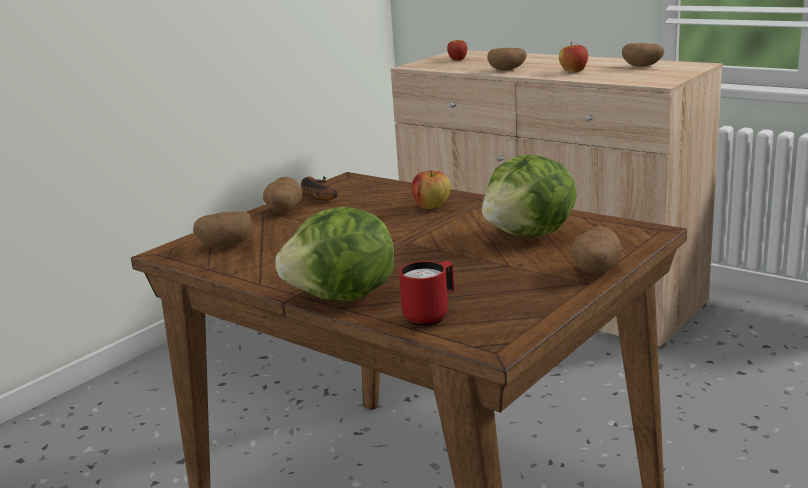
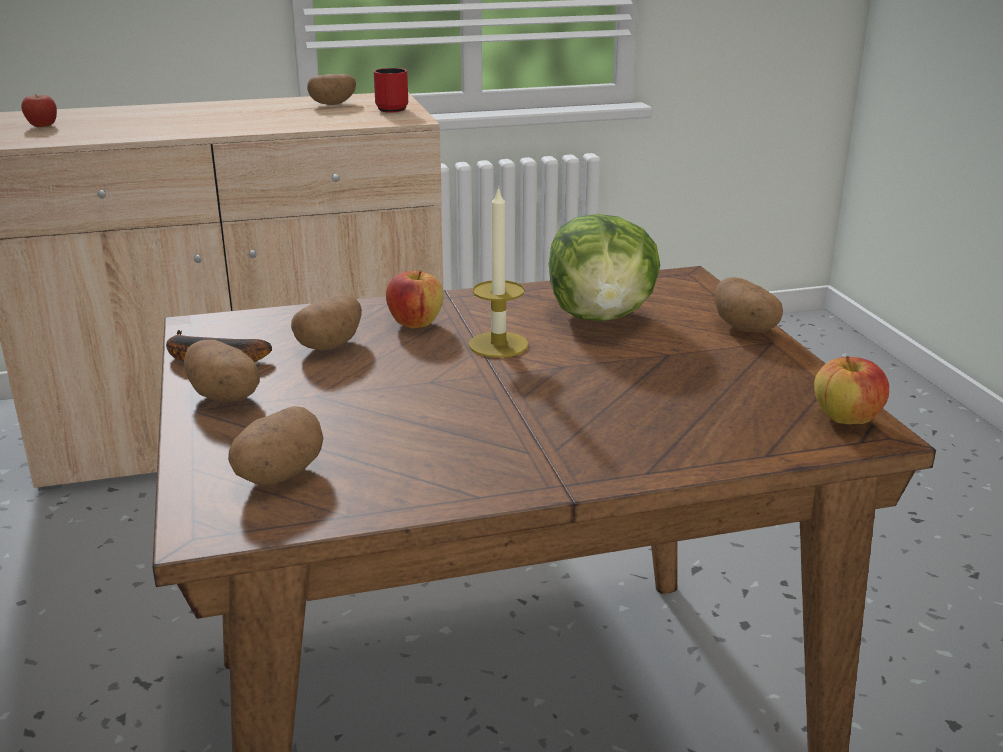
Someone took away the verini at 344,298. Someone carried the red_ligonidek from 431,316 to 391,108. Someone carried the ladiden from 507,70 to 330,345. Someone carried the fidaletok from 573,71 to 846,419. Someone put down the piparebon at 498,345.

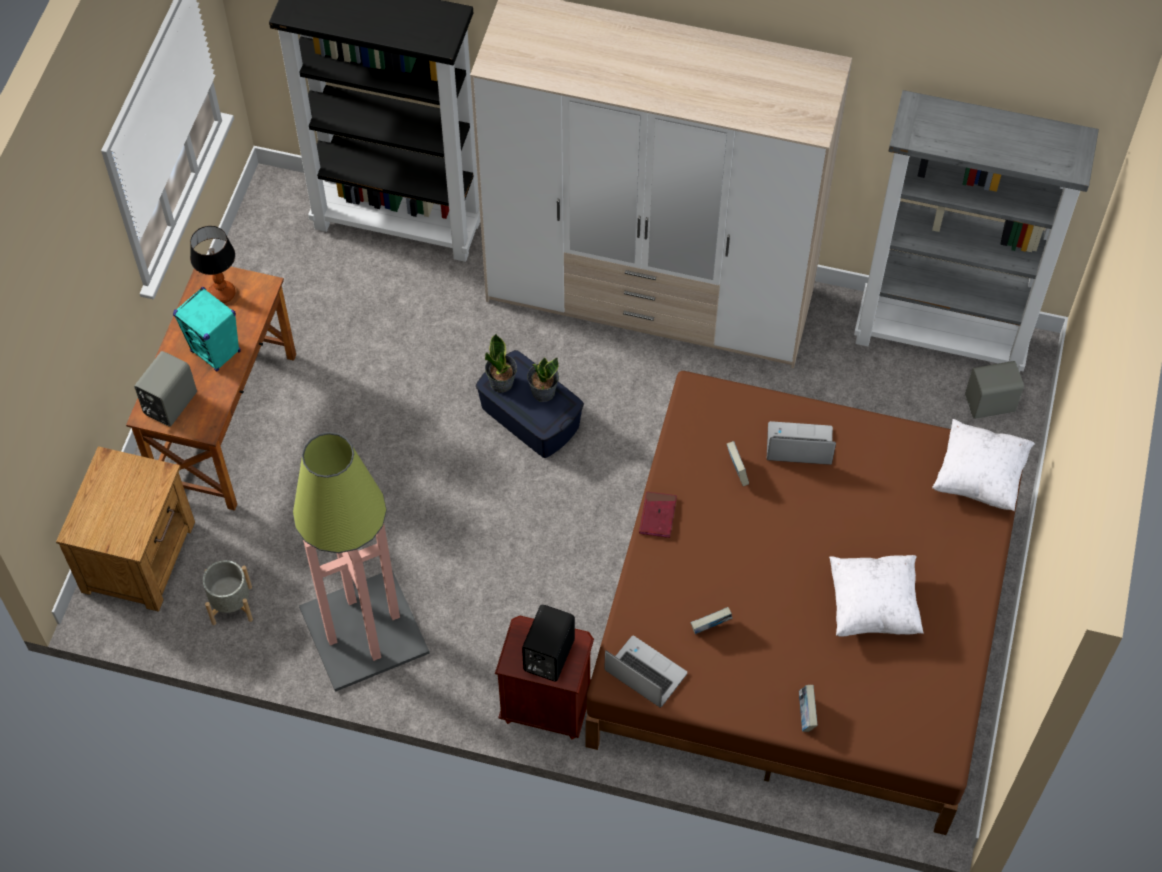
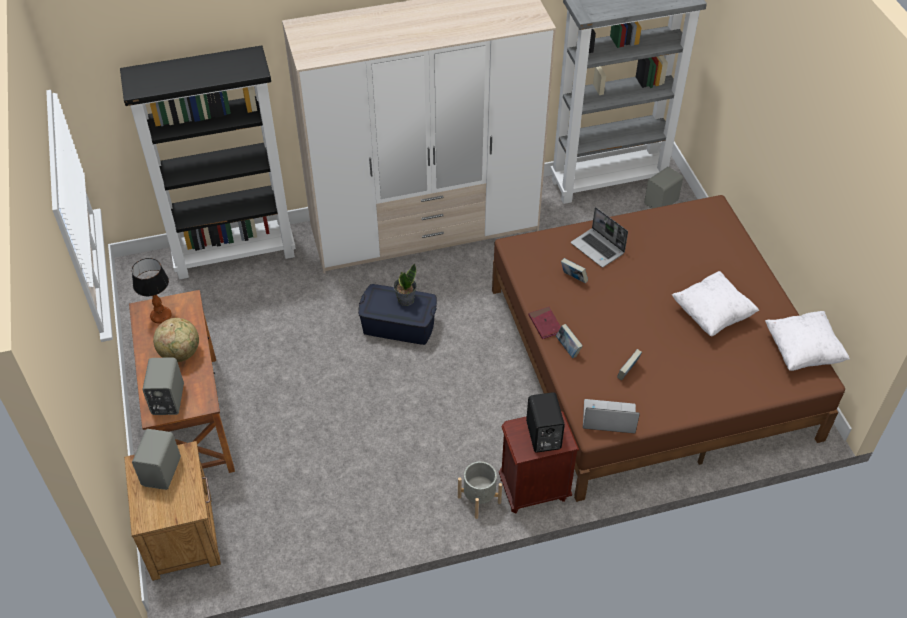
Someone swapped the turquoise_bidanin at 216,352 for the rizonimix at 180,353. Someone carried the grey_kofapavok from 232,605 to 479,500. Someone took away the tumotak at 362,630. Someone took away the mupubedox at 502,383. Someone rotated the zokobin at 798,445 by 105 degrees counterclockwise. Someone carried the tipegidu from 806,715 to 568,348. Someone carried the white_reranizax from 979,477 to 802,351. Someone put down the grey_bidanin at 163,471.

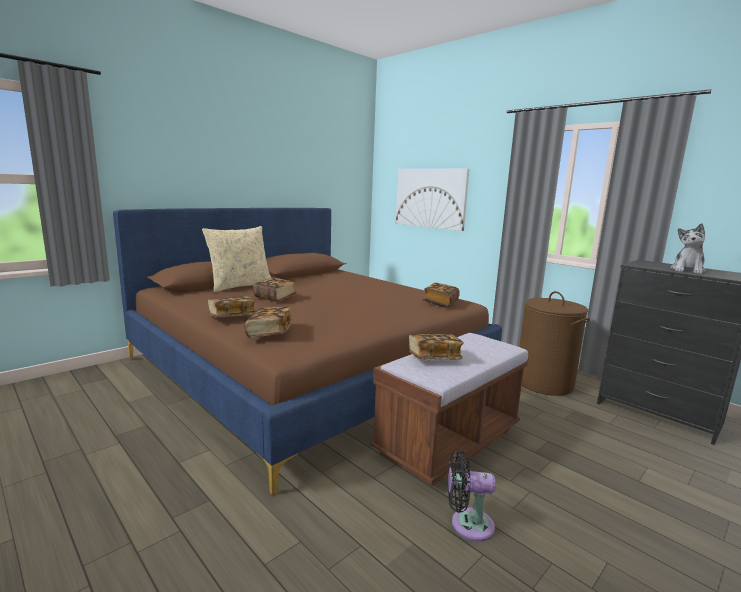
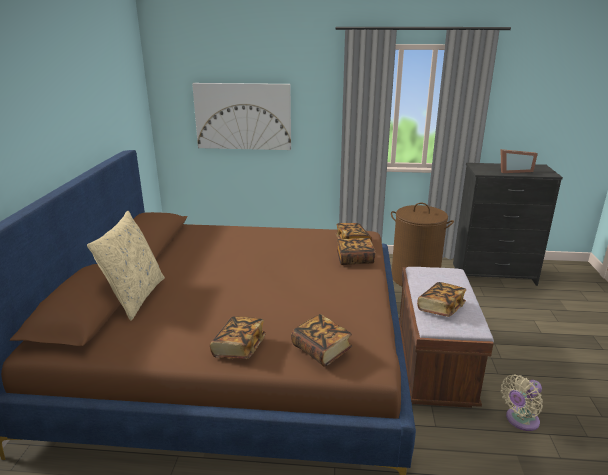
Someone carried the tipegidu from 275,298 to 355,259. Someone repainted the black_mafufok at 467,524, which became the beige_mafufok at 520,420. Someone swapped the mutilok at 687,270 for the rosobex at 513,171.

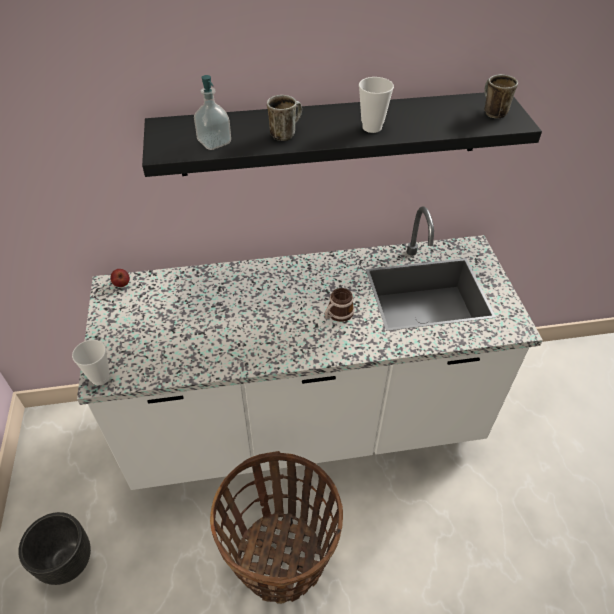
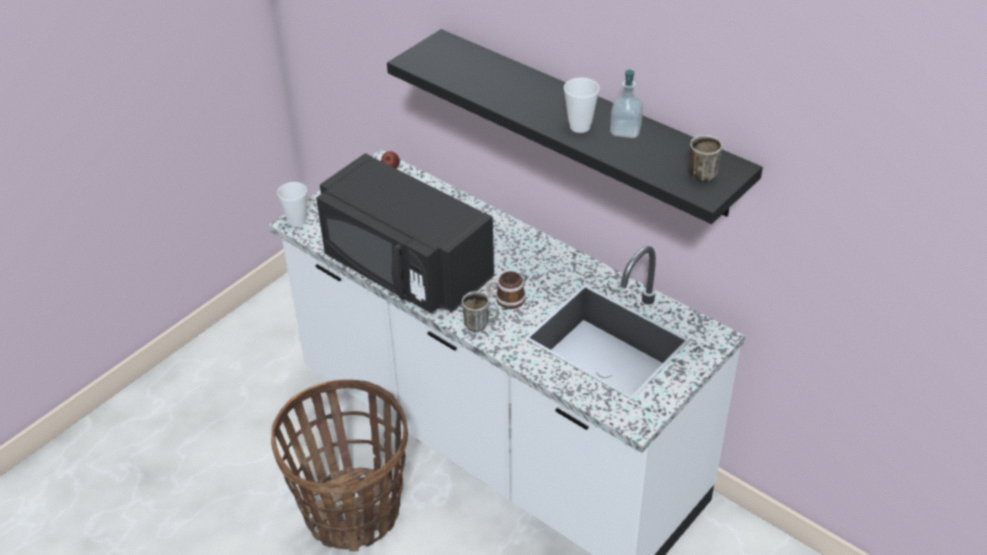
Someone took away the black_kofapavok at 67,561. Someone carried the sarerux from 214,142 to 625,131. Someone carried the ligonidek from 285,133 to 480,324. Someone put down the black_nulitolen at 405,268.

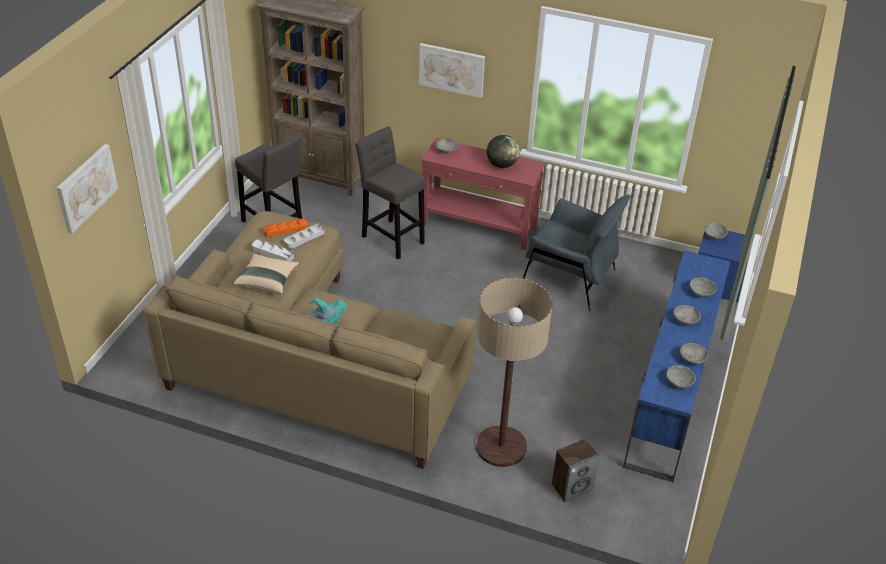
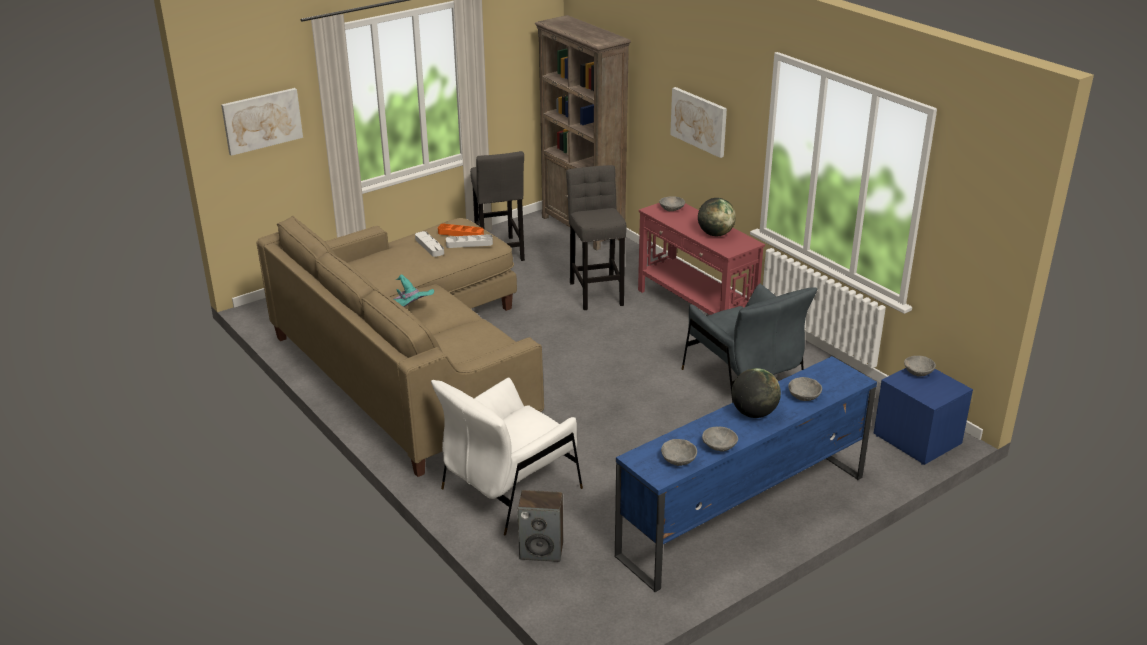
Someone took away the beige_reranizax at 267,281. Someone swapped the tumotak at 501,447 for the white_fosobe at 510,489. Someone swapped the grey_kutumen at 685,321 for the rizonimix at 754,413.

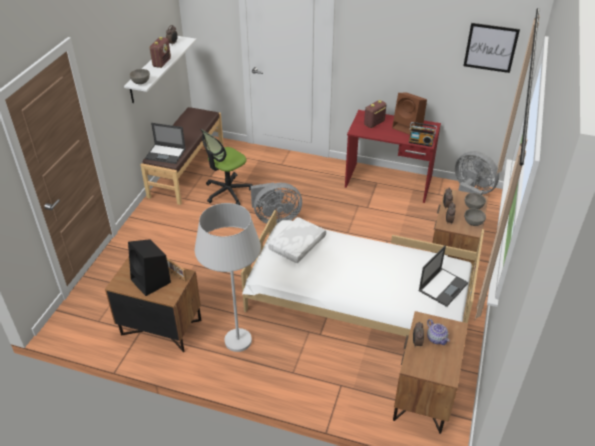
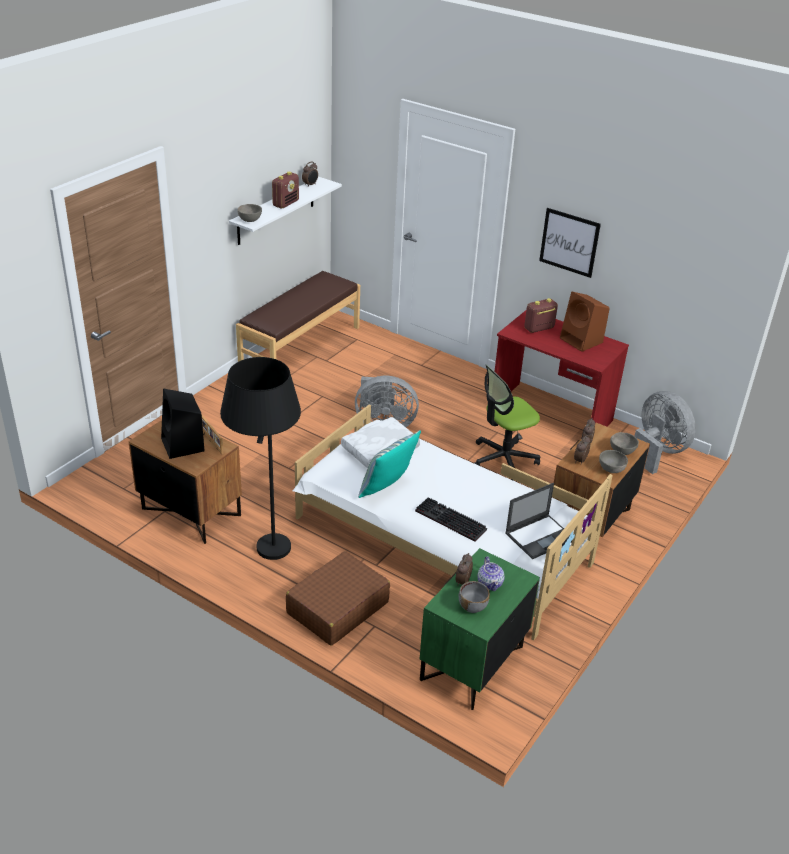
Someone took away the zokobin at 166,154. Someone repainted the white_tumotak at 238,353, which became the black_tumotak at 267,560. Someone carried the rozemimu from 227,192 to 503,459. Someone repainted the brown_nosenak at 424,396, which became the green_nosenak at 473,664. Someone took away the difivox at 421,142. Someone carried the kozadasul from 490,47 to 569,242. Someone put down the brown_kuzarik at 337,608. Someone put down the reranizax at 386,487. Someone put down the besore at 448,521. Someone put down the grey_kutumen at 473,606.

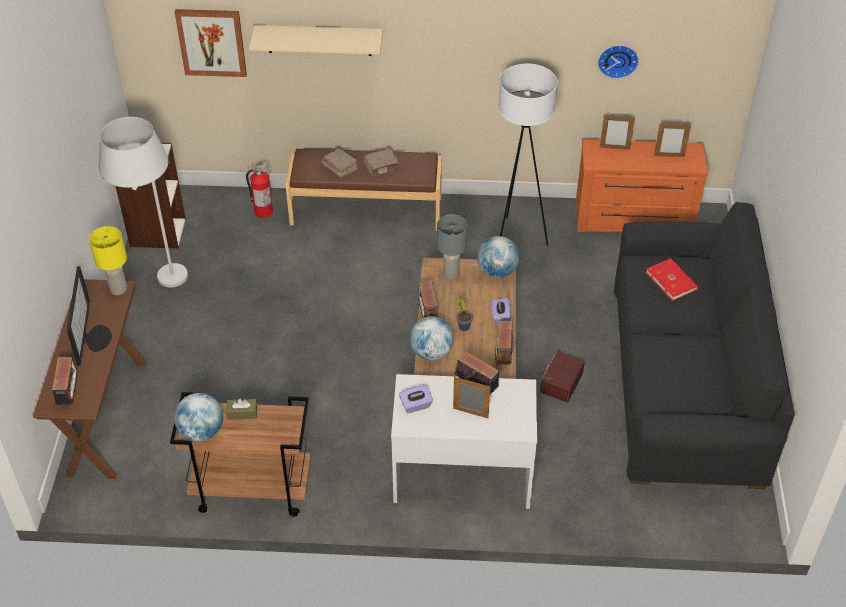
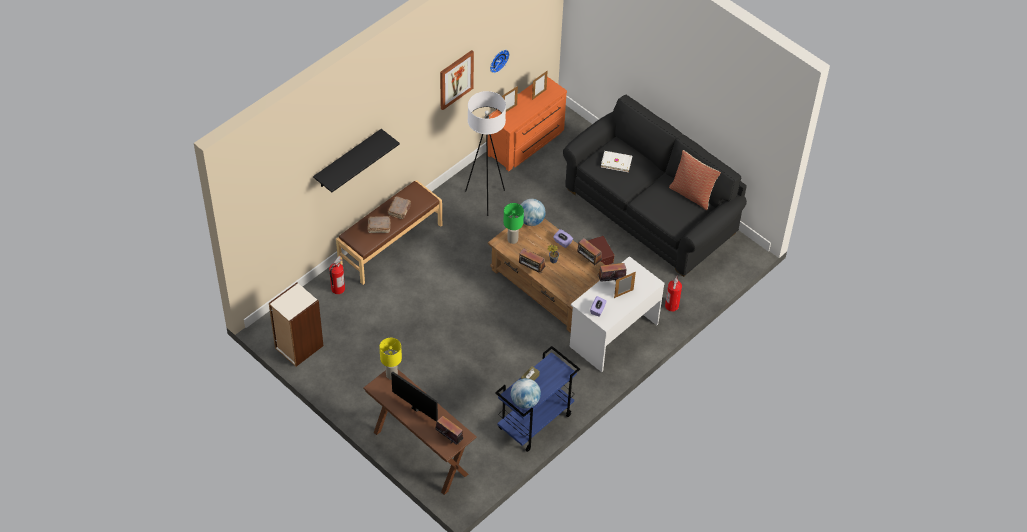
Someone took away the white_tumotak at 160,286. Someone repainted the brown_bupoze at 251,490, which became the blue_bupoze at 535,423. Someone carried the kozadasul from 211,42 to 456,79. Someone repainted the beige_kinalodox at 319,40, which became the black_kinalodox at 348,159. Someone took away the rizonimix at 431,353. Someone repainted the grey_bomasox at 451,274, which became the green_bomasox at 512,239. Someone repainted the red_tipegidu at 672,280, which became the white_tipegidu at 616,162. Someone put down the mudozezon at 672,306. Someone put down the reranizax at 692,194.

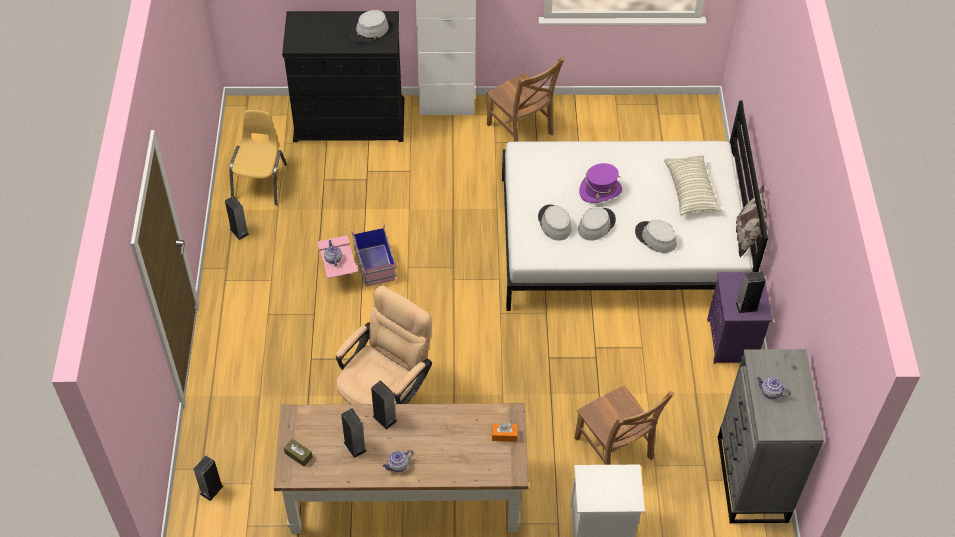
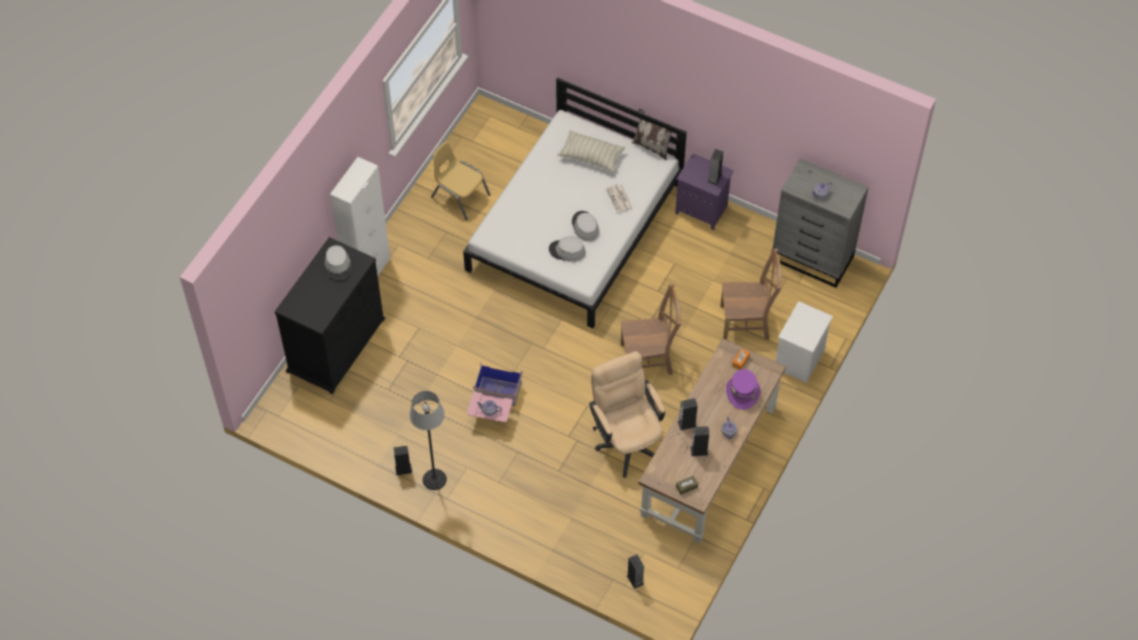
Someone carried the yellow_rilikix from 260,182 to 460,196. Someone carried the brown_rilikix from 521,131 to 649,359. Someone carried the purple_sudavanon from 600,191 to 742,393. Someone swapped the grey_sudavanon at 655,238 for the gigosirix at 619,198. Someone put down the tumotak at 434,479.

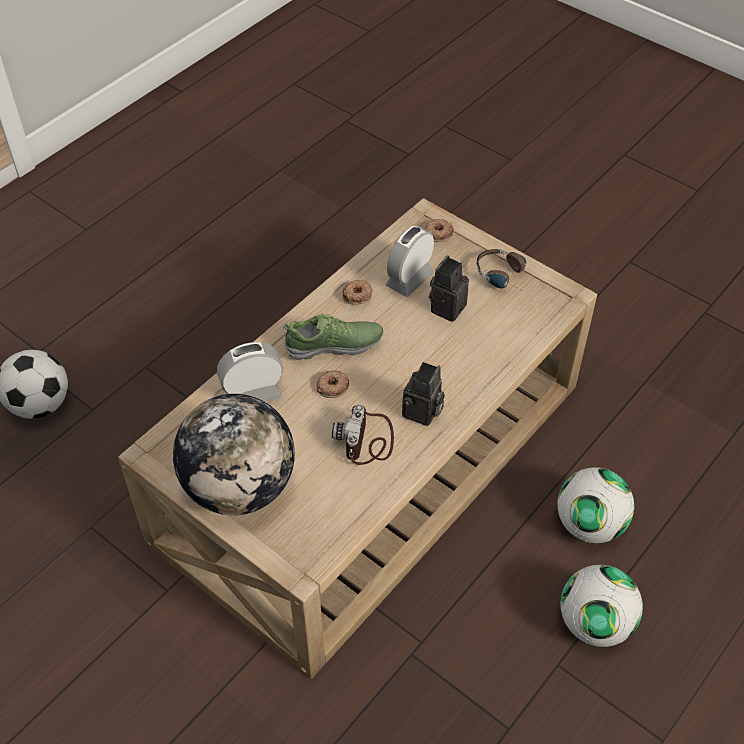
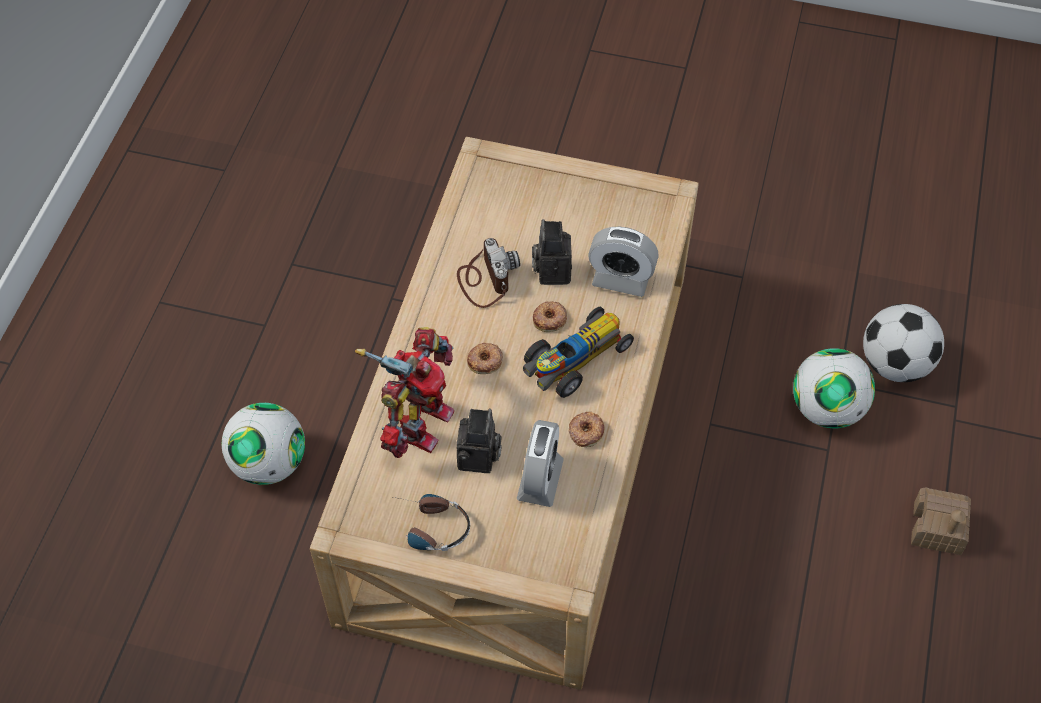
Someone took away the rizonimix at 240,487. Someone rotated the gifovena at 253,393 by 60 degrees clockwise. Someone swapped the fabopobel at 334,345 for the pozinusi at 574,360. Someone carried the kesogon from 422,413 to 551,270. Someone carried the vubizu from 438,232 to 485,361. Someone carried the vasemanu from 594,623 to 826,409. Someone put down the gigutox at 419,422. Someone put down the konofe at 937,528.

